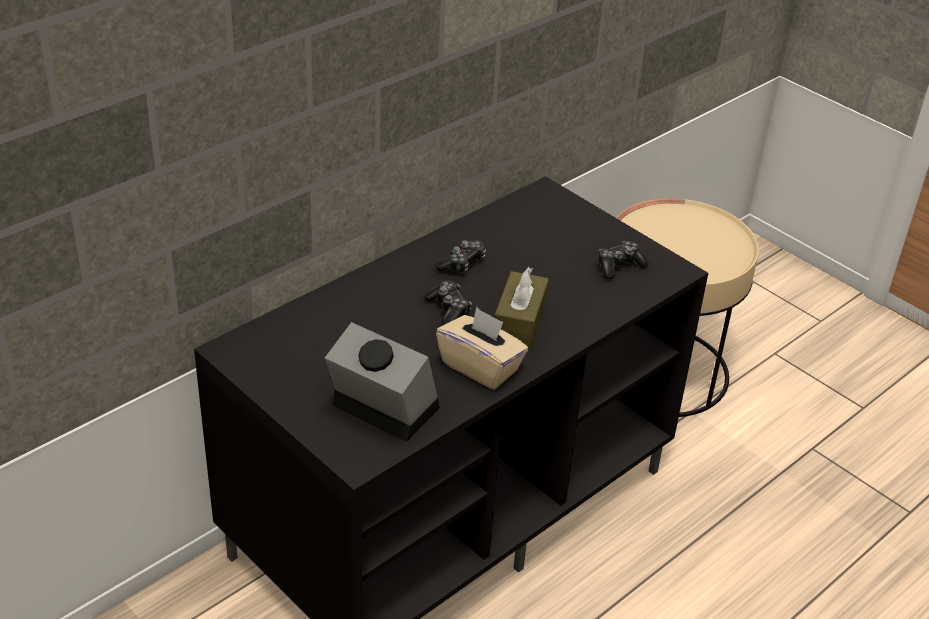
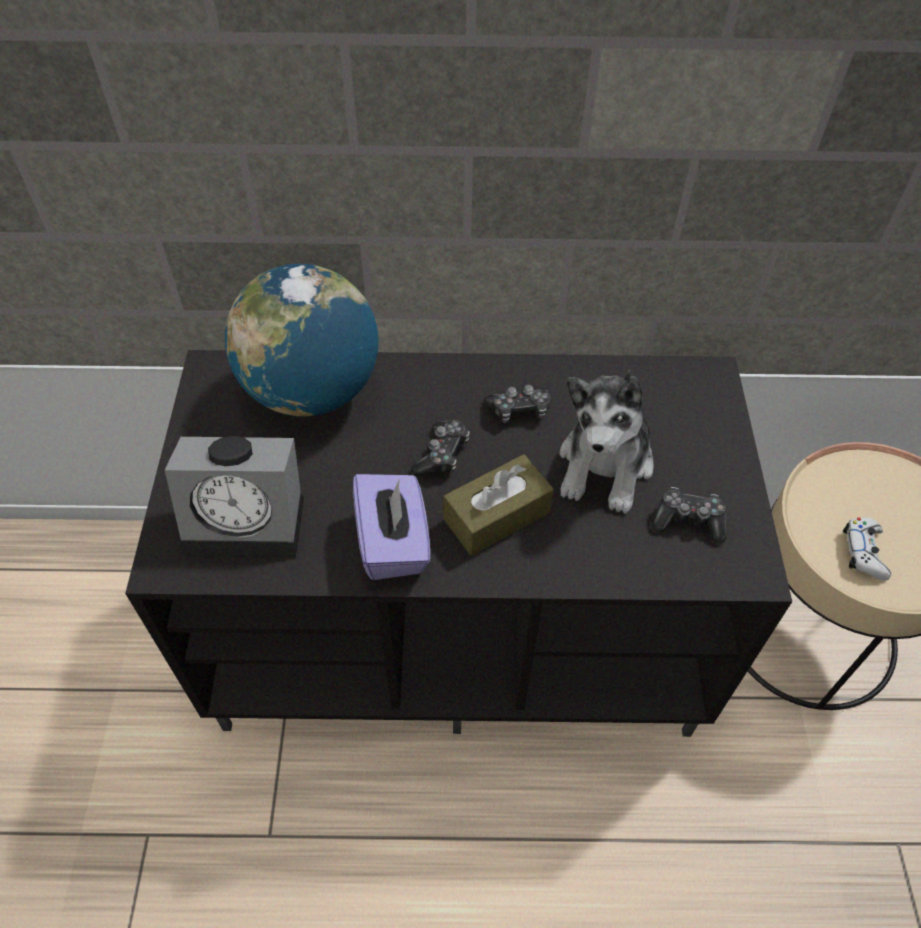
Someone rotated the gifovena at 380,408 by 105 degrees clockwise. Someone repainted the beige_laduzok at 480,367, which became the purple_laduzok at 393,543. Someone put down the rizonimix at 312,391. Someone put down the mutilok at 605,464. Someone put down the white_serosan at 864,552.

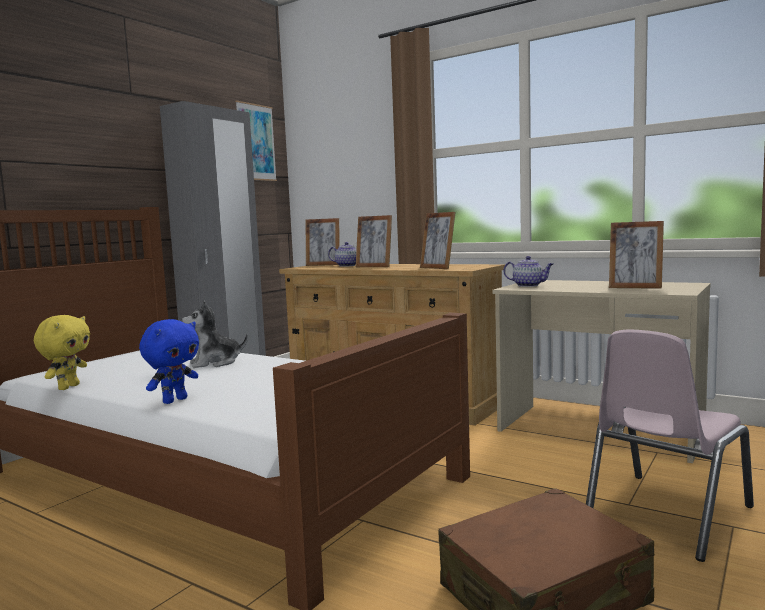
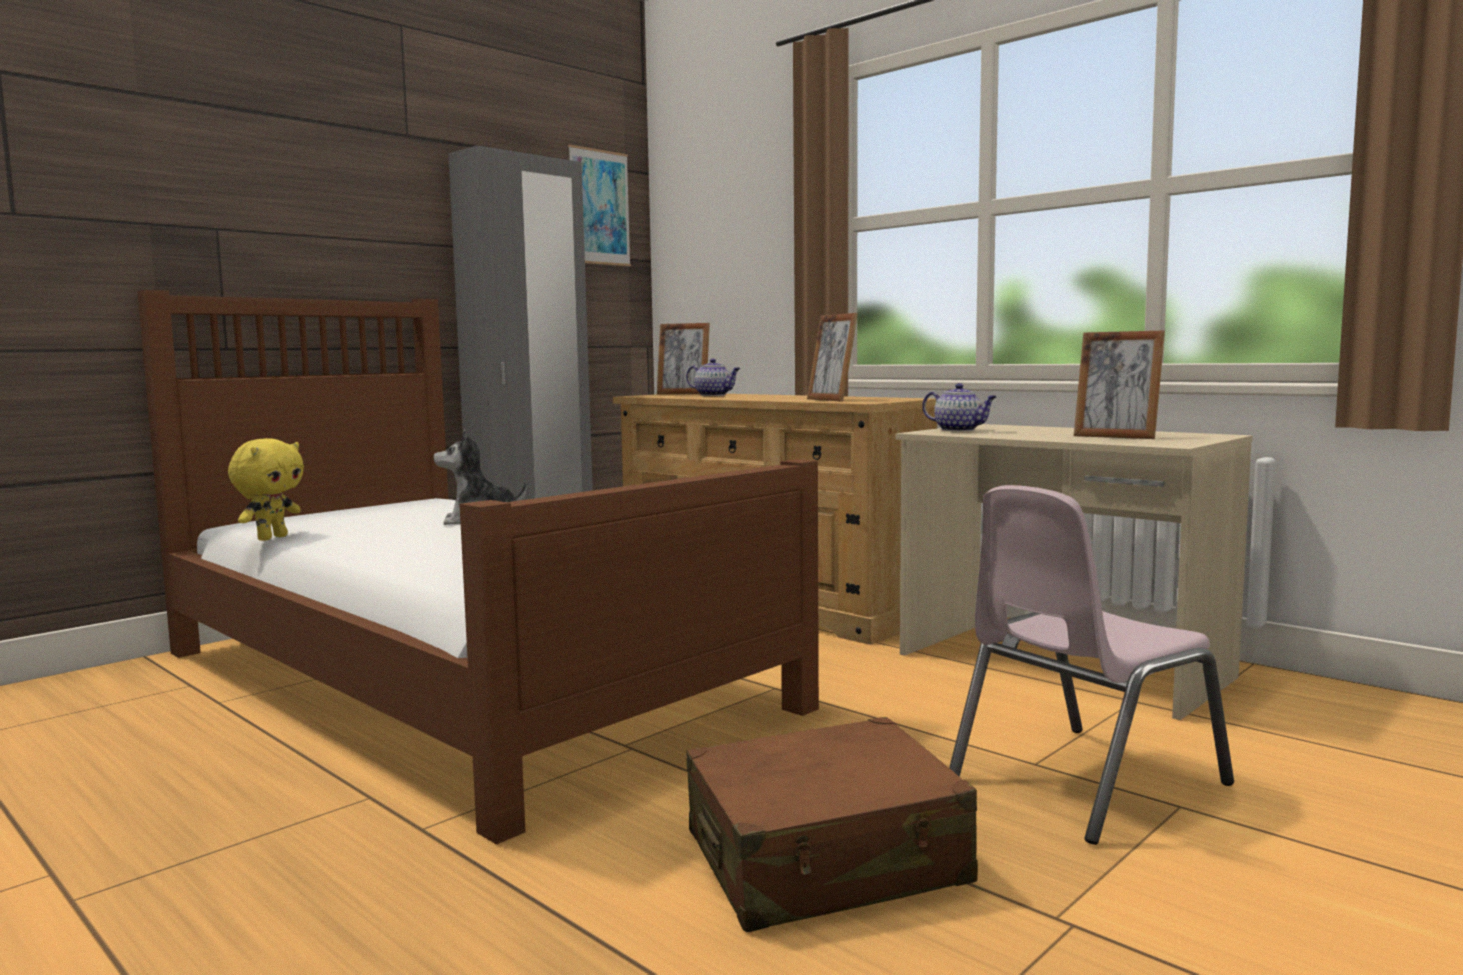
Someone took away the blue_mutilok at 174,400. Someone took away the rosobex at 374,266.

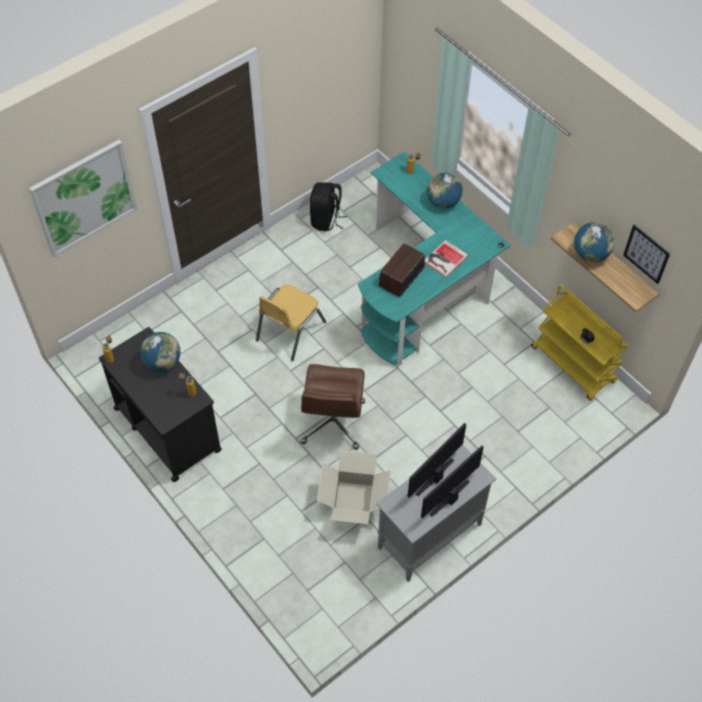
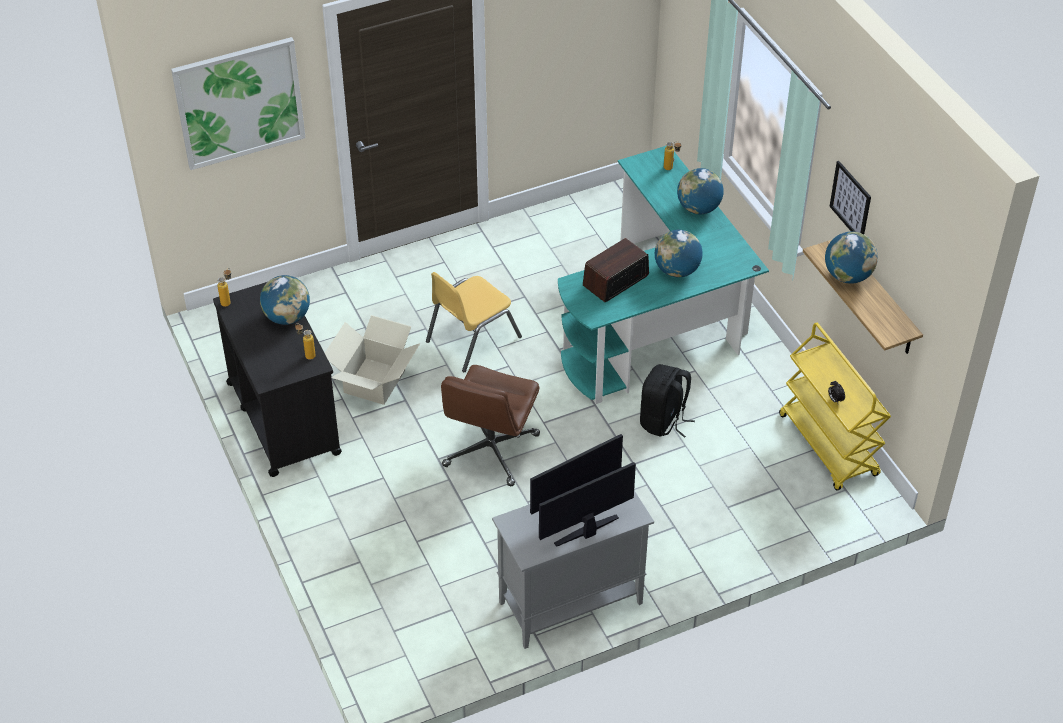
Someone carried the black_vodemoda from 326,220 to 663,421. Someone carried the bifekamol from 354,502 to 375,381. Someone swapped the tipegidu at 444,259 for the rizonimix at 677,271. Someone carried the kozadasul from 646,254 to 850,201.

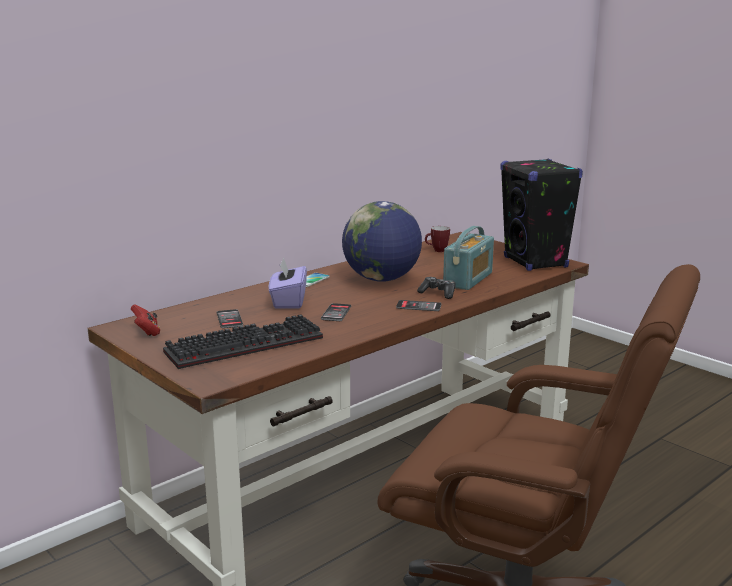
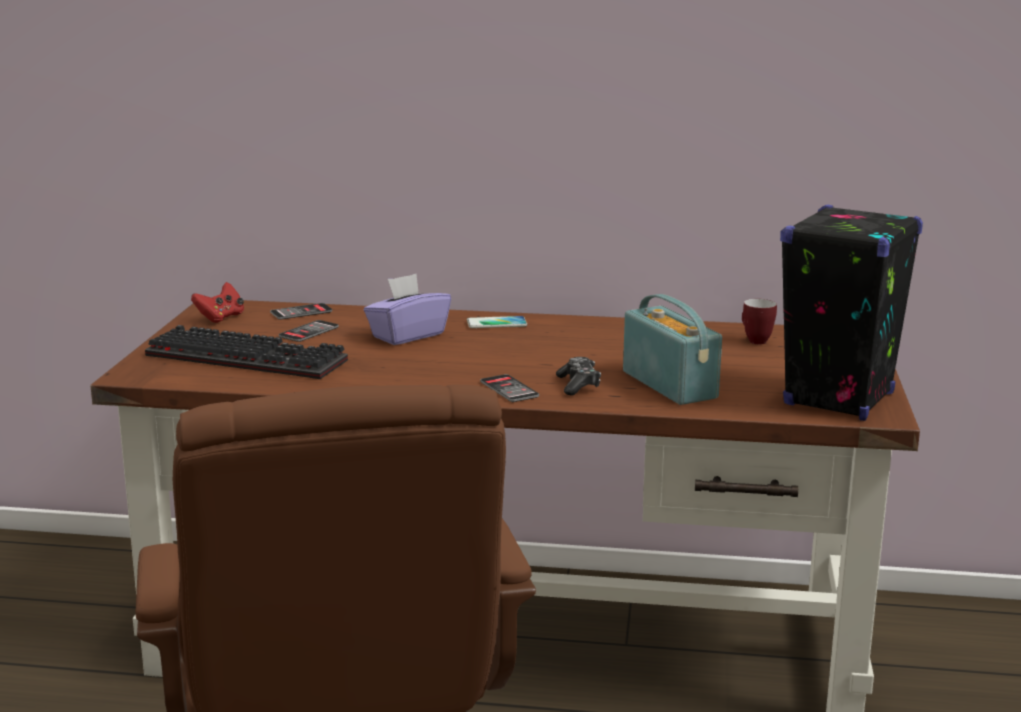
Someone carried the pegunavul from 336,313 to 301,312. Someone took away the rizonimix at 381,279. Someone rotated the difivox at 468,279 by 105 degrees counterclockwise.

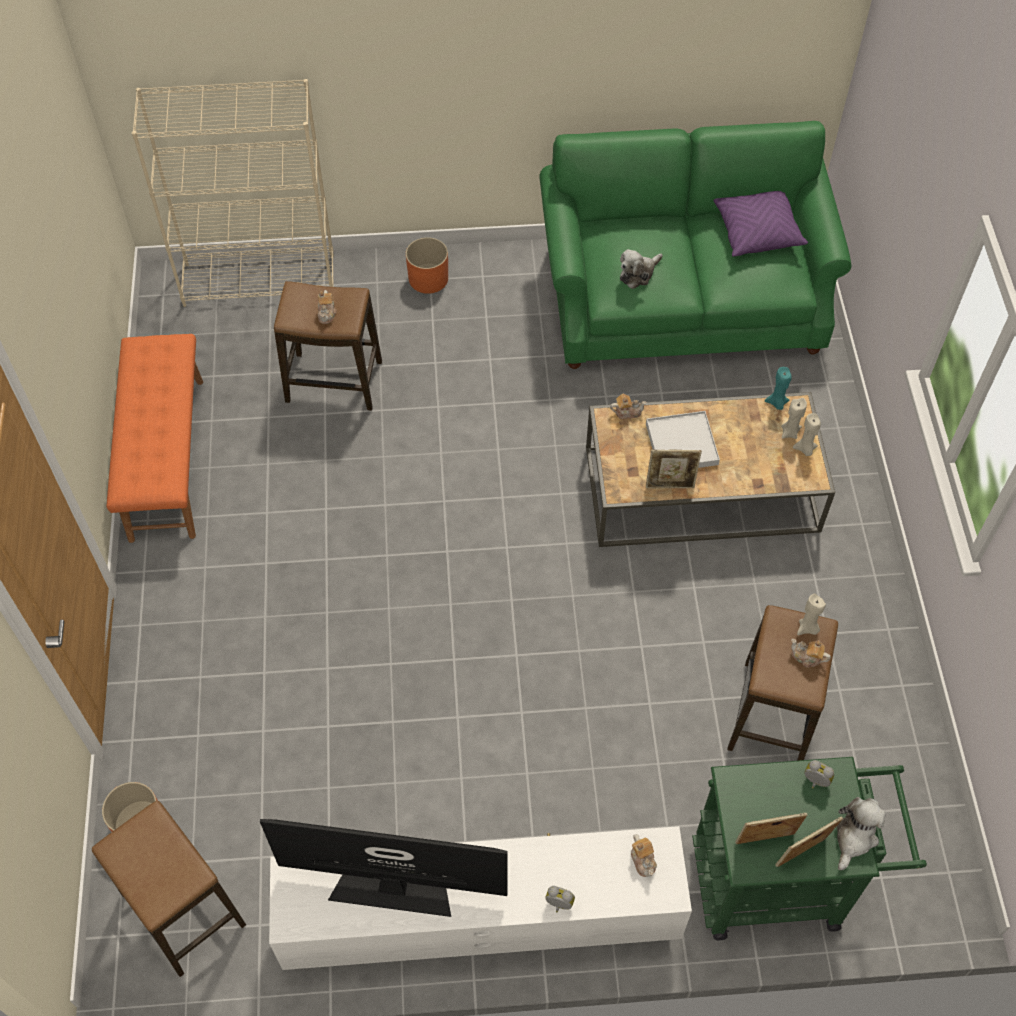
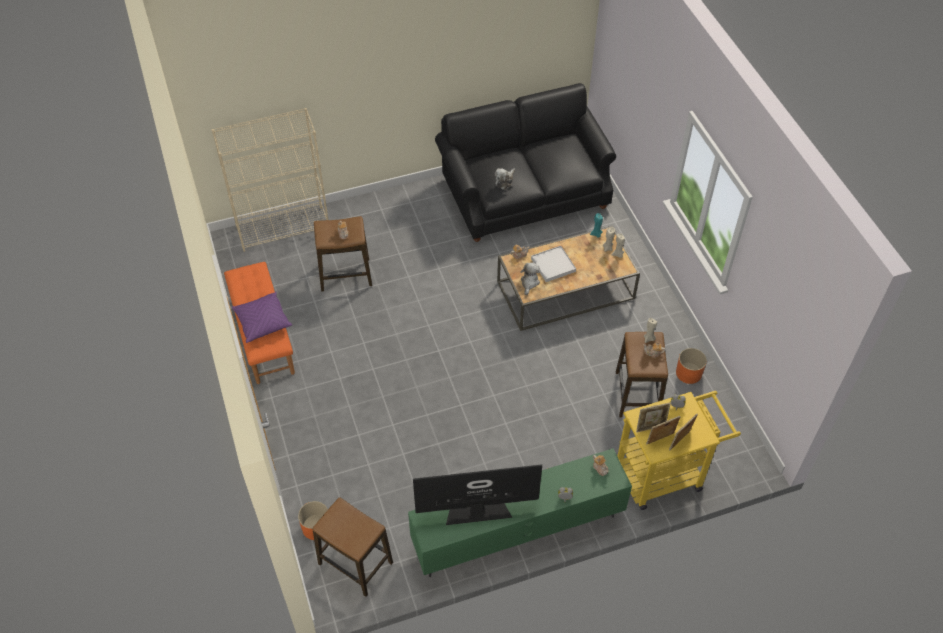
Someone repainted the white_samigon at 481,922, which became the green_samigon at 518,531. Someone carried the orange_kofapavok from 428,278 to 688,373. Someone repainted the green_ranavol at 683,299, which became the black_ranavol at 525,193. Someone carried the rosobex from 670,485 to 650,427. Someone repainted the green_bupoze at 781,880, which became the yellow_bupoze at 666,473. Someone carried the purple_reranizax from 756,232 to 262,322. Someone carried the mutilok from 854,836 to 529,282.

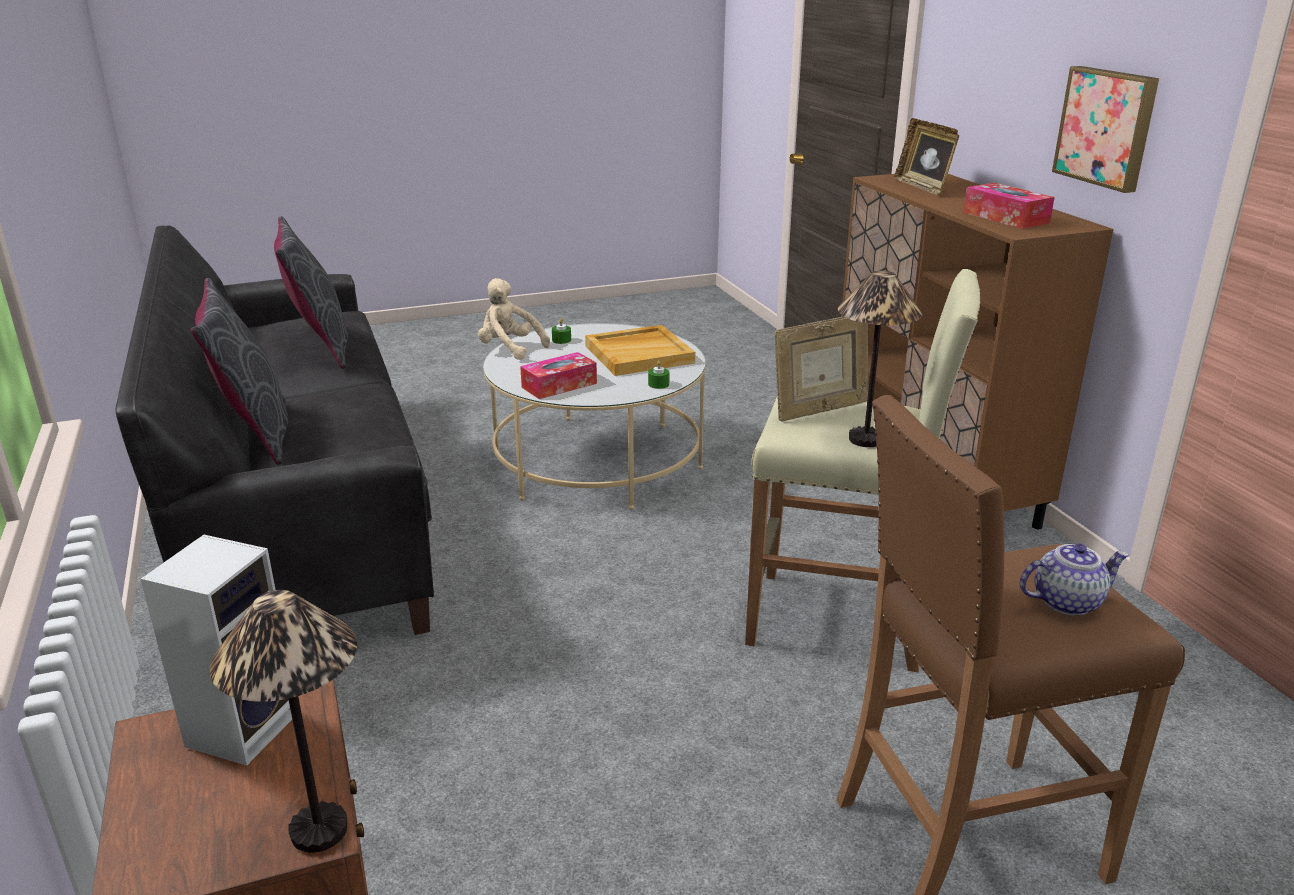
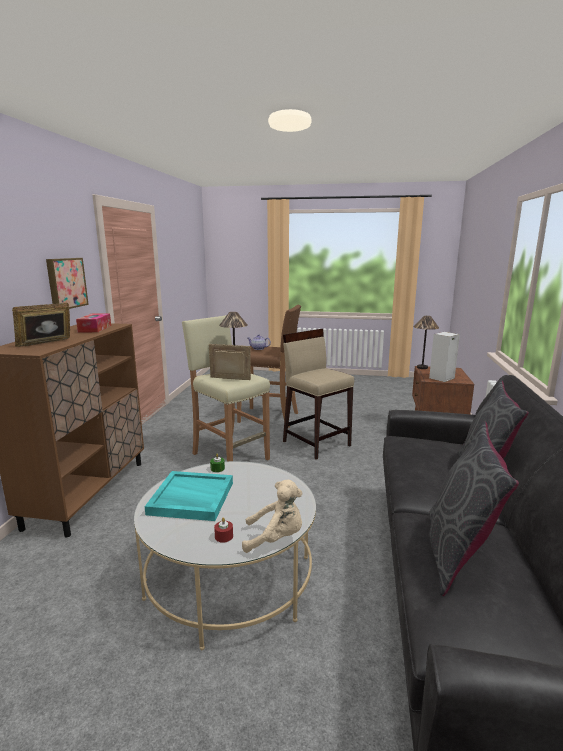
Someone rotated the beige_mutilok at 509,349 by 60 degrees counterclockwise. Someone took away the laduzok at 559,385. Someone repainted the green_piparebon at 561,340, which became the red_piparebon at 224,536. Someone repainted the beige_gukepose at 639,354, which became the turquoise_gukepose at 191,498. Someone rotated the rosobex at 923,187 by 150 degrees counterclockwise. Someone put down the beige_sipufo at 316,443.

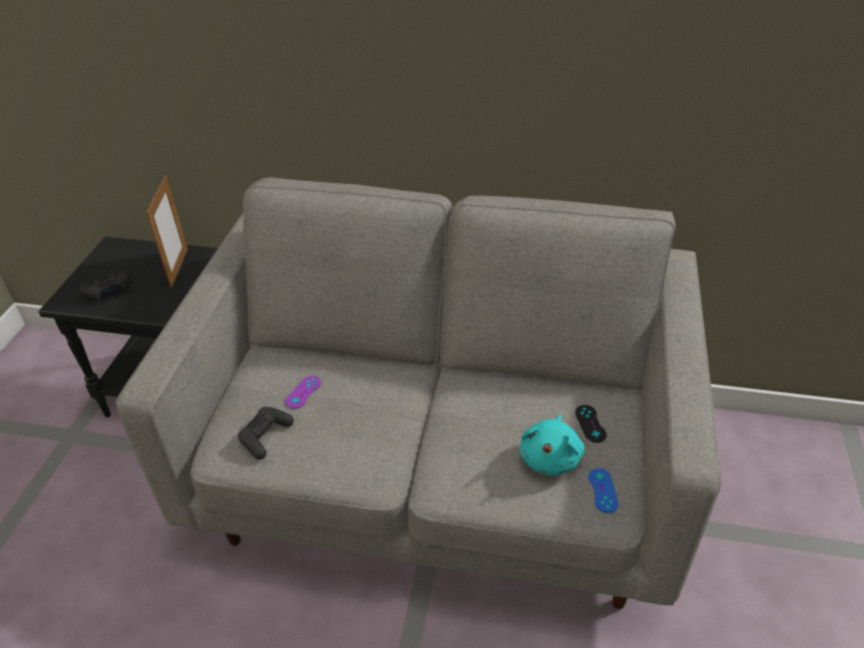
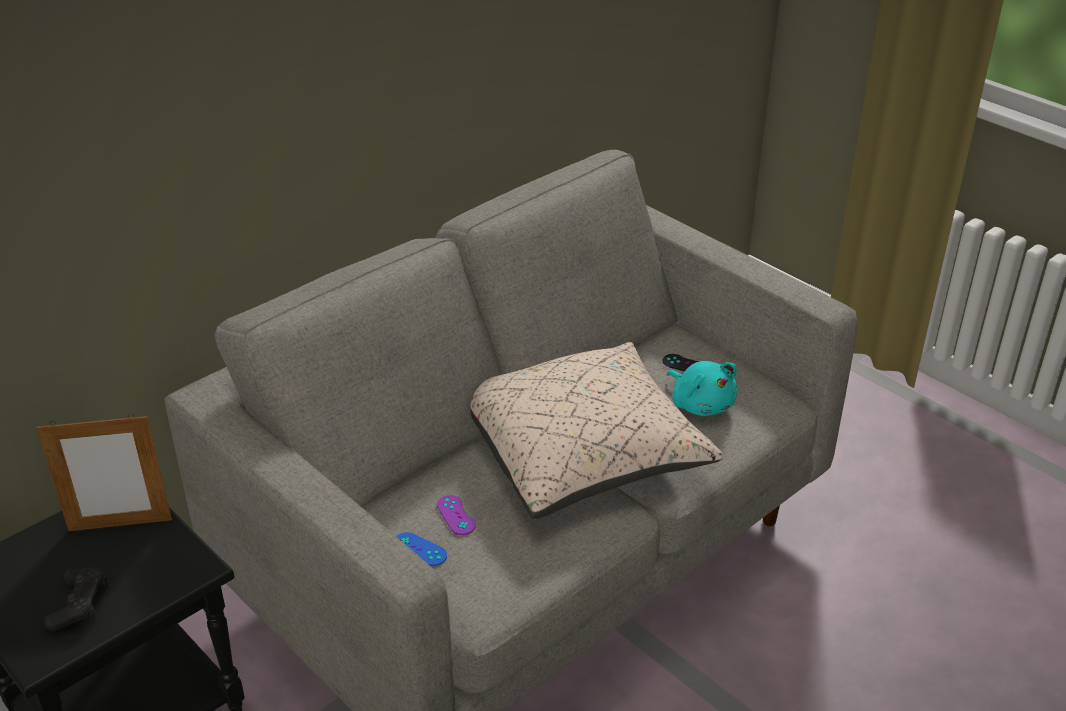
Someone rotated the rosobex at 179,267 by 135 degrees clockwise. Someone took away the black_serosan at 265,436. Someone carried the blue_serosan from 603,490 to 420,549. Someone put down the beige_reranizax at 584,454.

